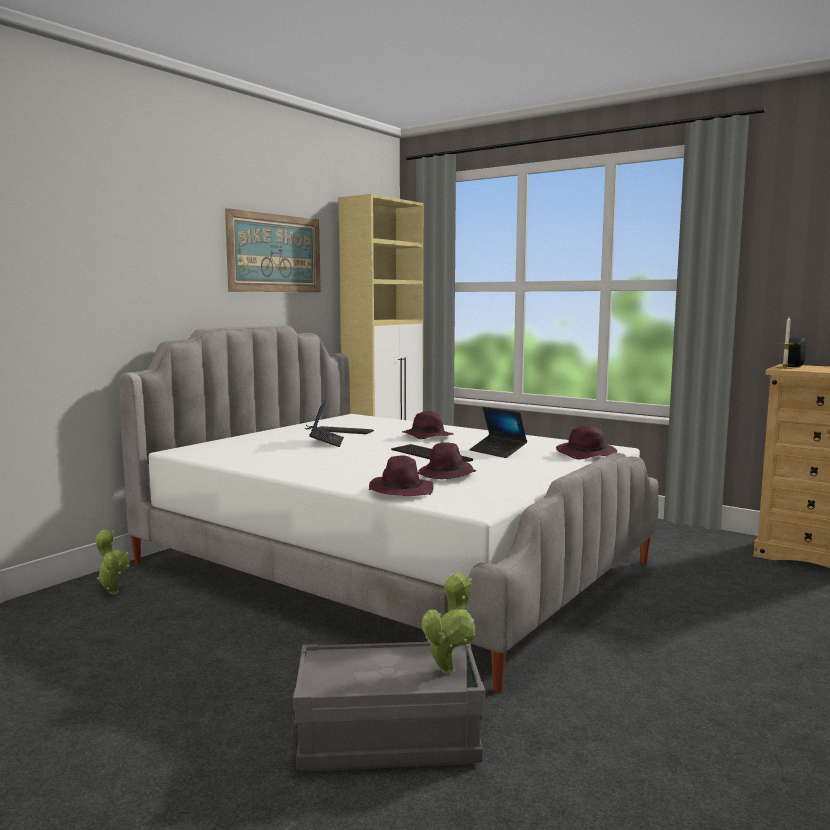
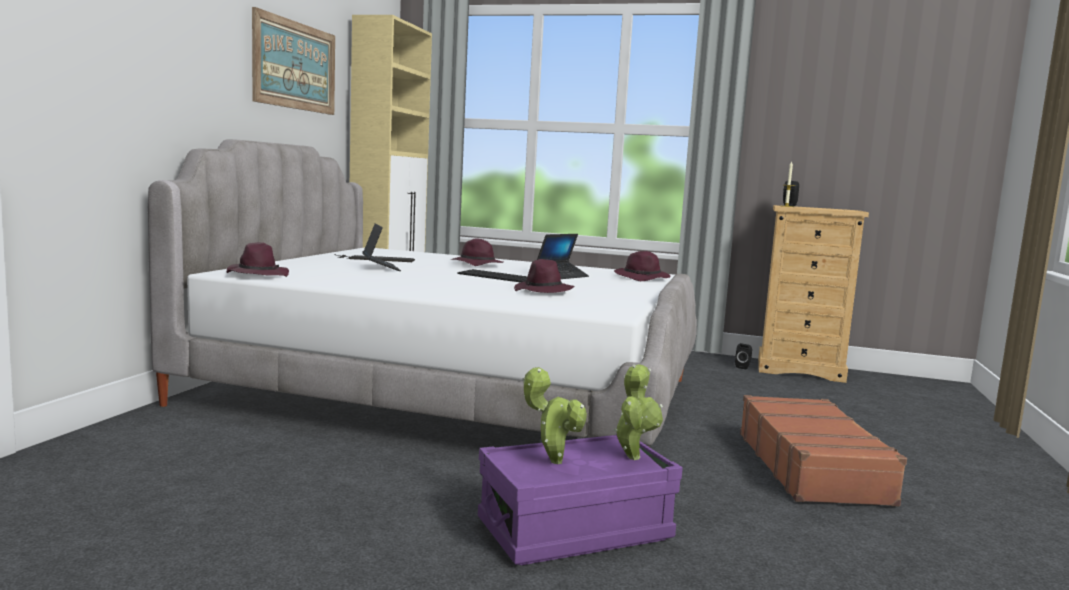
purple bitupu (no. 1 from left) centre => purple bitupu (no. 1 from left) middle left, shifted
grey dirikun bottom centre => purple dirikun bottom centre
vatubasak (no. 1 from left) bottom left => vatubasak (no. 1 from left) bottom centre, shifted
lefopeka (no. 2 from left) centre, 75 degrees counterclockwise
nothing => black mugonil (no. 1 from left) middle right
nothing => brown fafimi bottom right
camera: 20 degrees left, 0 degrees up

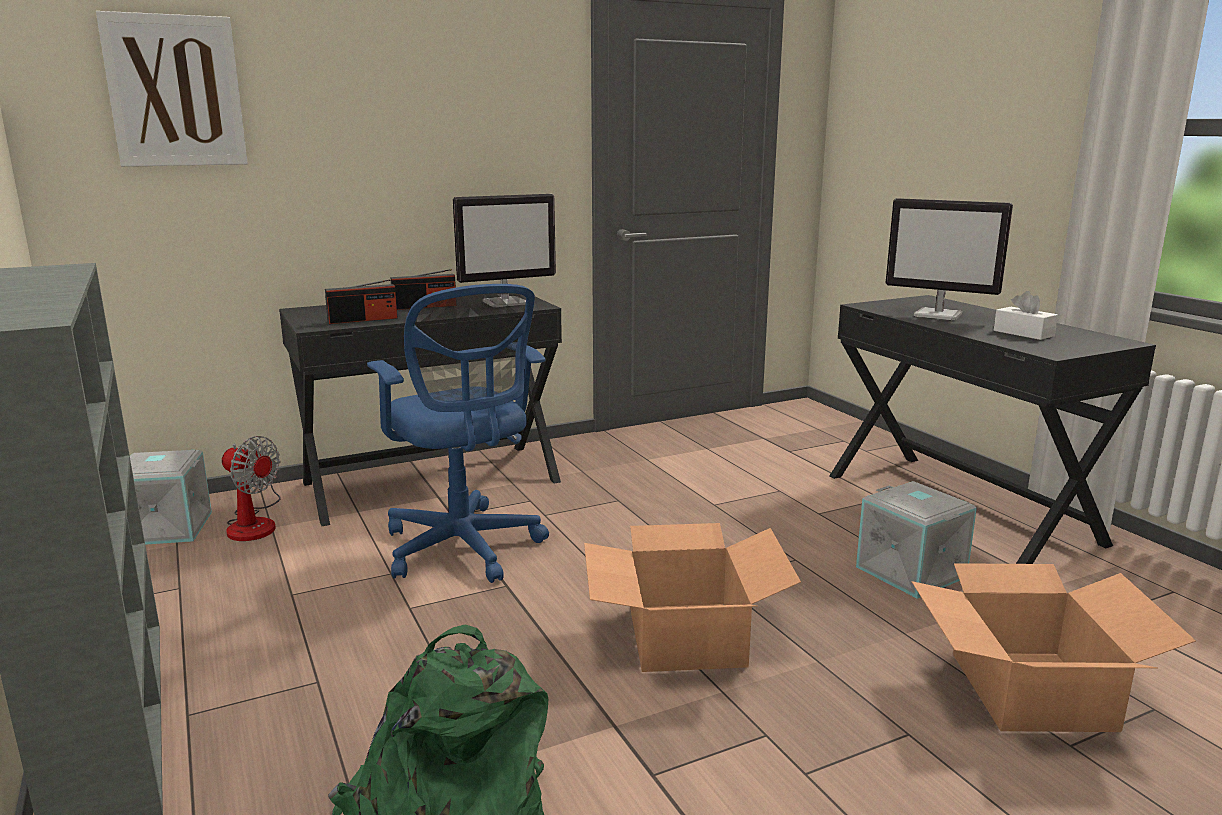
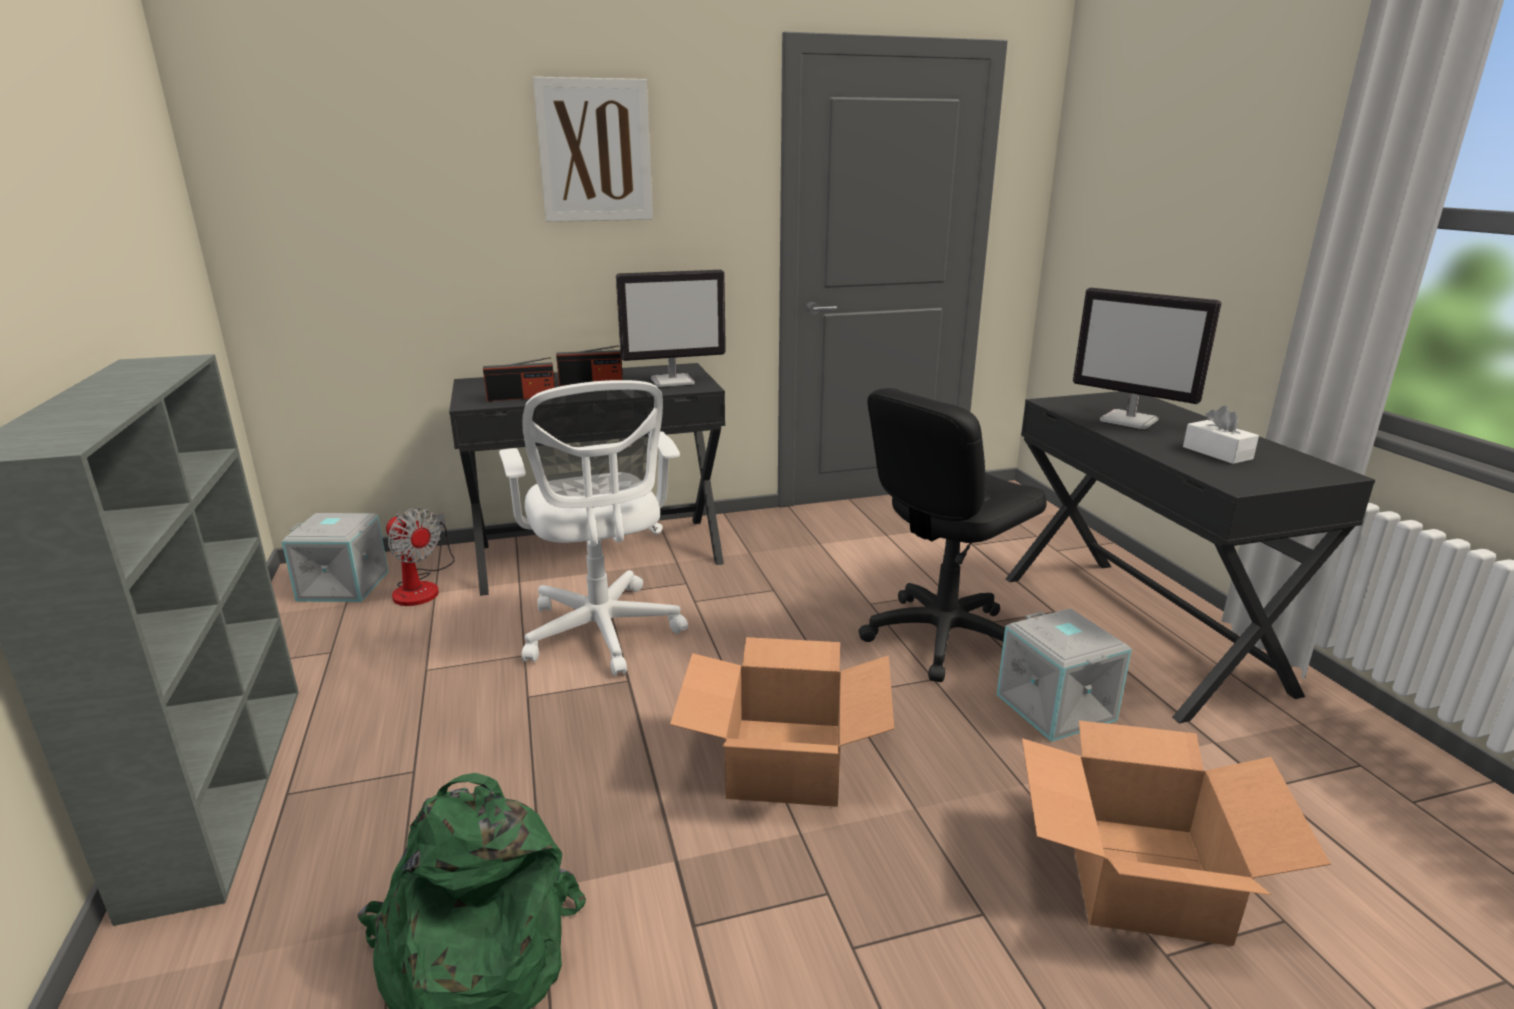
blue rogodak centre => white rogodak centre
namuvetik top left => namuvetik top centre, shifted
nothing => black rogodak centre
camera: 10 degrees right, 5 degrees up

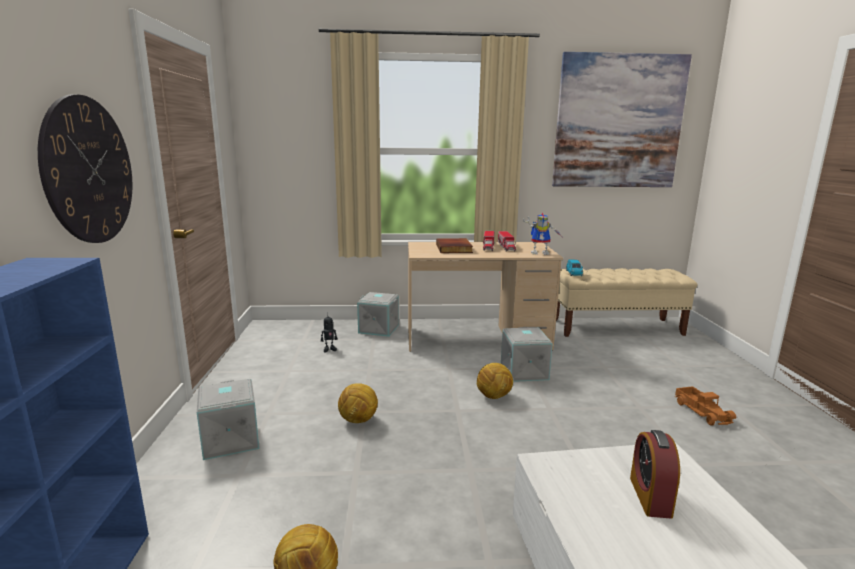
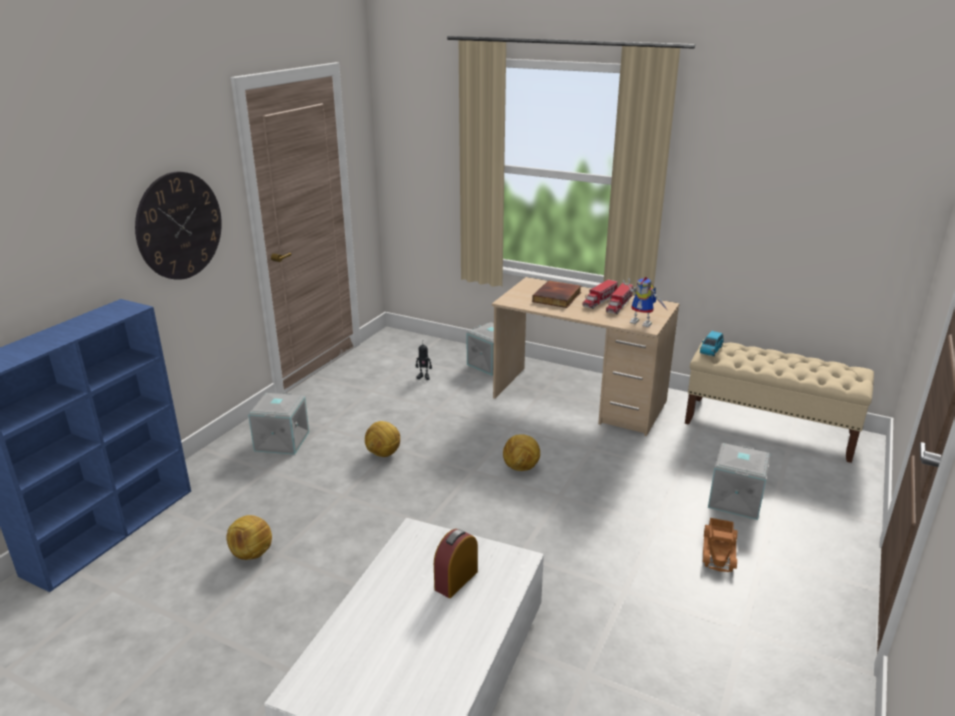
grey dirikun (no. 3 from left) centre => grey dirikun (no. 3 from left) bottom right, shifted
namuvetik top right => nothing
camera: 30 degrees right, 10 degrees up

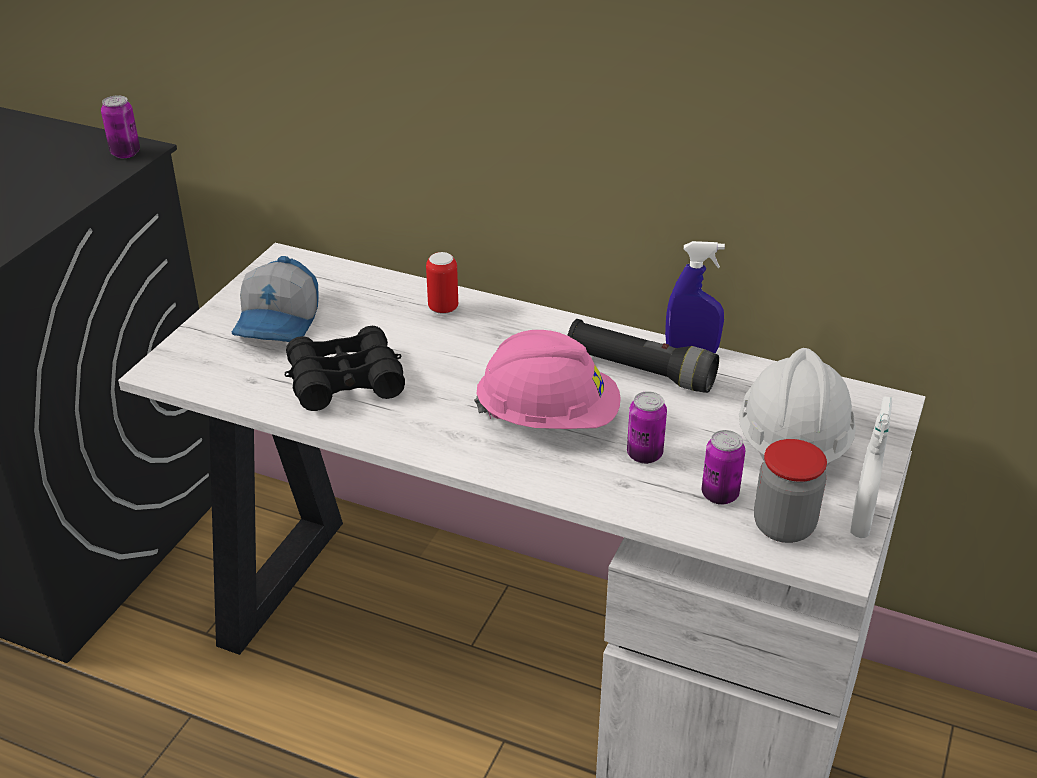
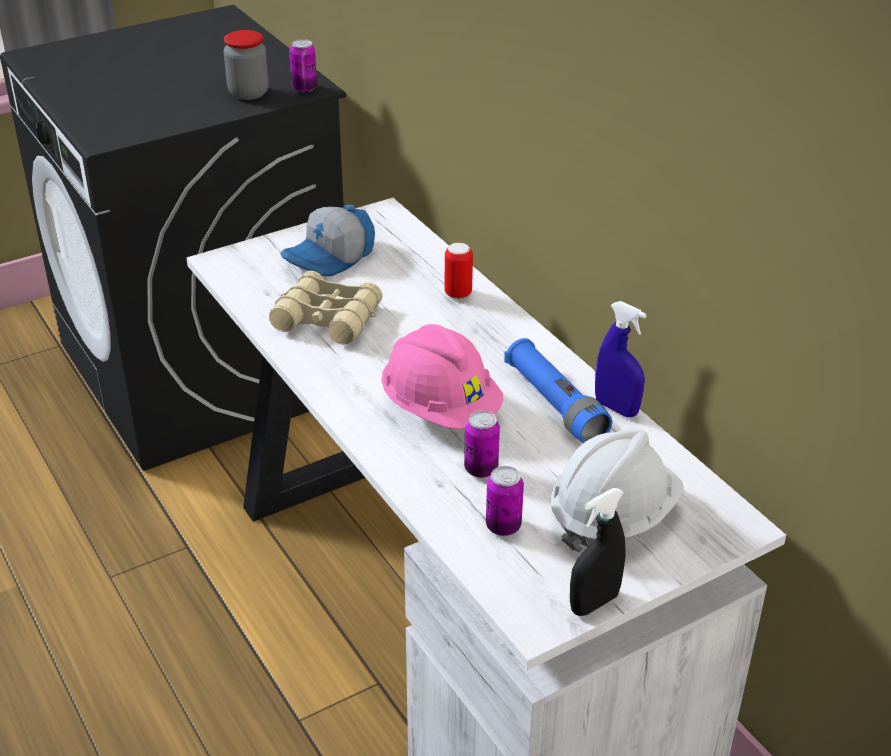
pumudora middle right => pumudora top left, shifted
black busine middle left => beige busine centre
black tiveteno centre => blue tiveteno centre
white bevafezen middle right => black bevafezen bottom right
camera: 35 degrees right, 0 degrees up

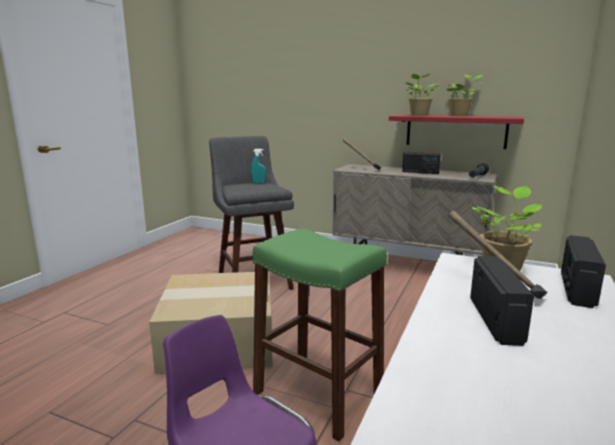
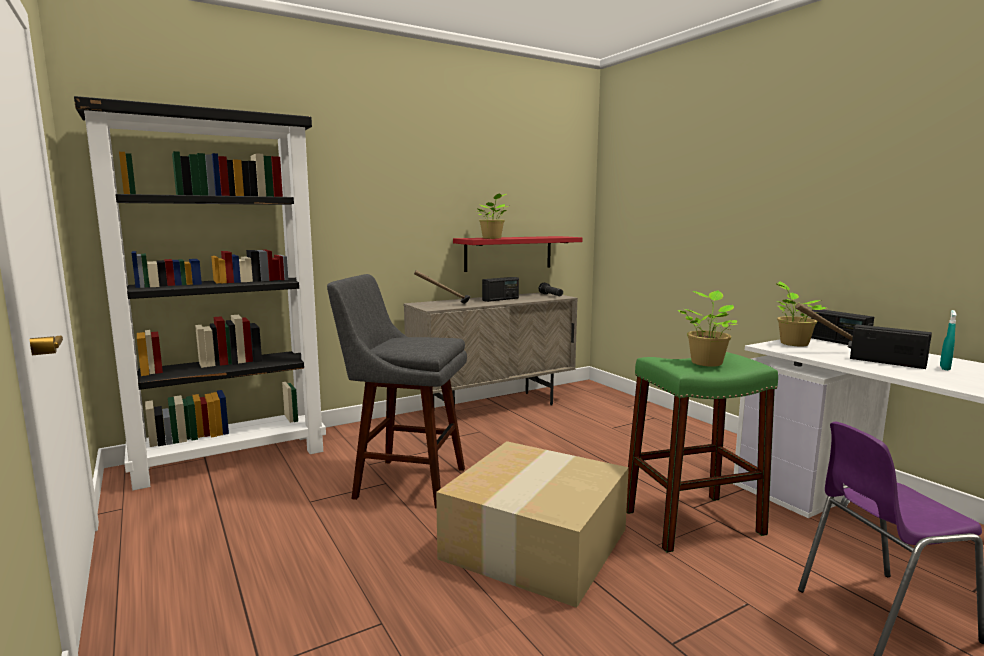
nothing => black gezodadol middle left
vatubasak (no. 2 from left) top right => vatubasak (no. 2 from left) middle right, shifted
turquoise bevafezen centre => turquoise bevafezen middle right, shifted
camera: 55 degrees left, 5 degrees down

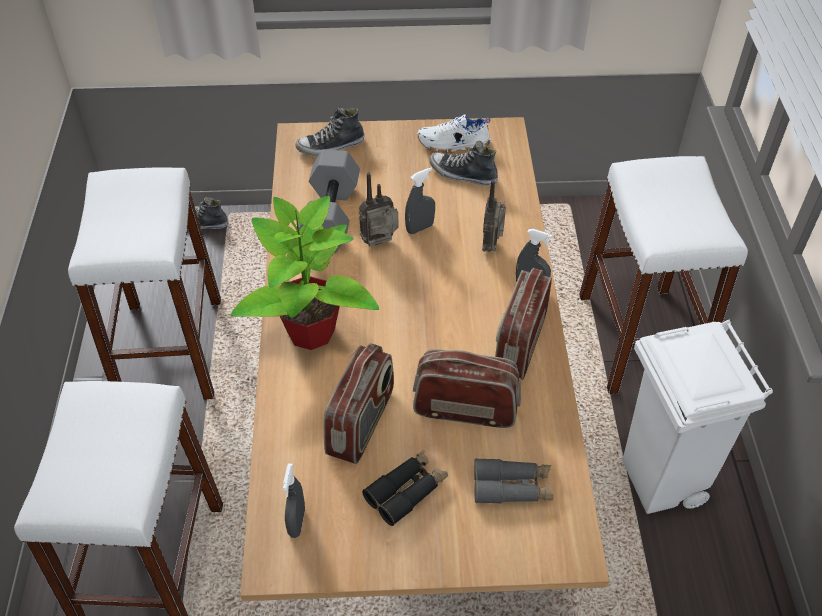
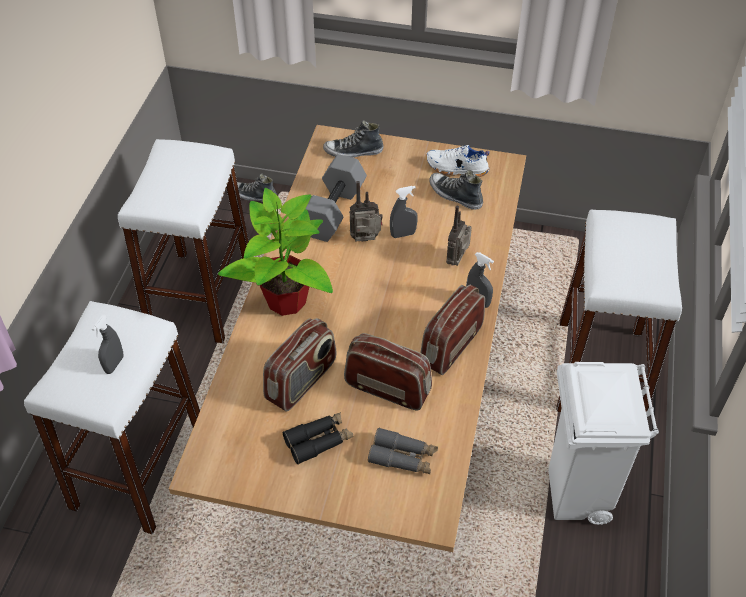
grey bevafezen (no. 1 from left) bottom centre => grey bevafezen (no. 1 from left) middle left, shifted
camera: 15 degrees right, 0 degrees up

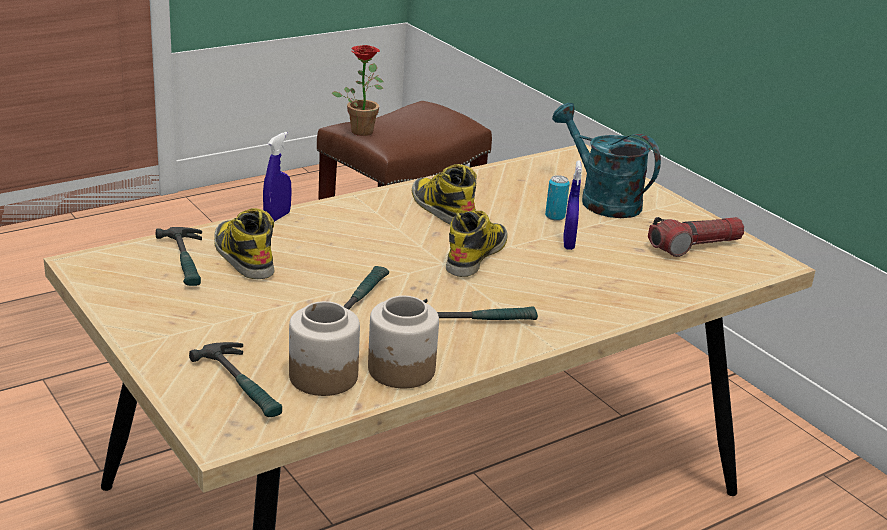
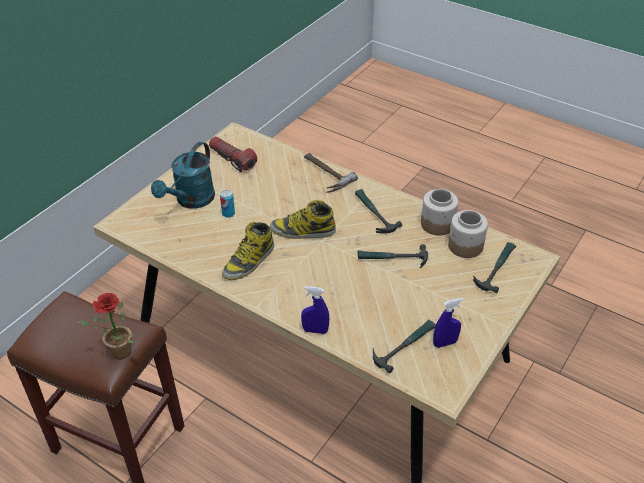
nothing => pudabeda (no. 1 from left) centre
blue bevafezen (no. 2 from left) centre => blue bevafezen (no. 2 from left) bottom right, shifted
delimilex (no. 1 from left) middle left => nothing
camera: 110 degrees left, 15 degrees up

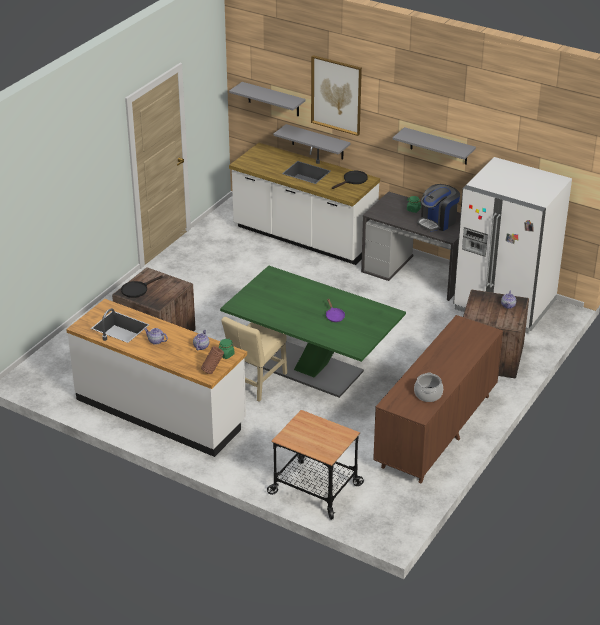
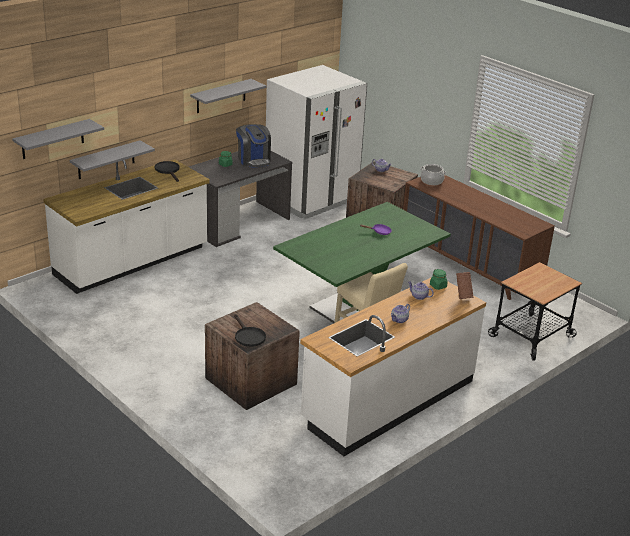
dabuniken middle right => dabuniken top right, shifted
namuvetik top centre => nothing
camera: 75 degrees left, 5 degrees down

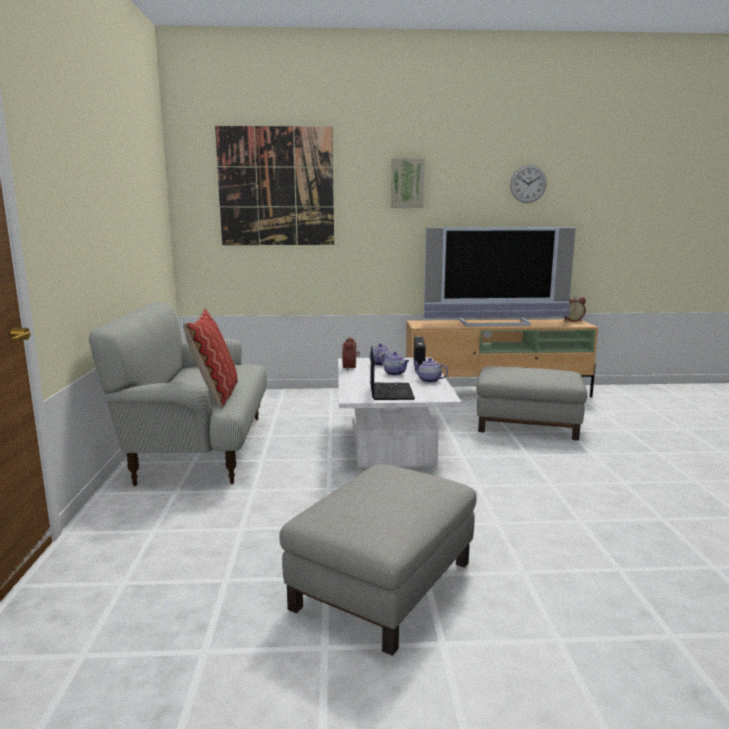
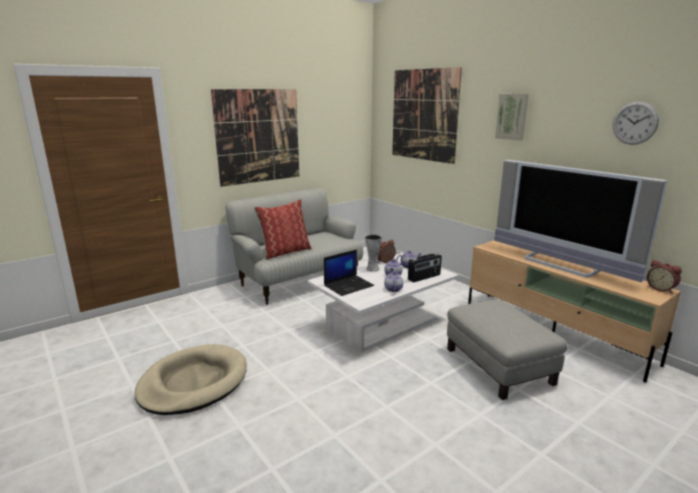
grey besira (no. 1 from left) bottom centre => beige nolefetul bottom left
nothing => namuvetik (no. 1 from left) top centre
nothing => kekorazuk centre
camera: 55 degrees right, 5 degrees up

